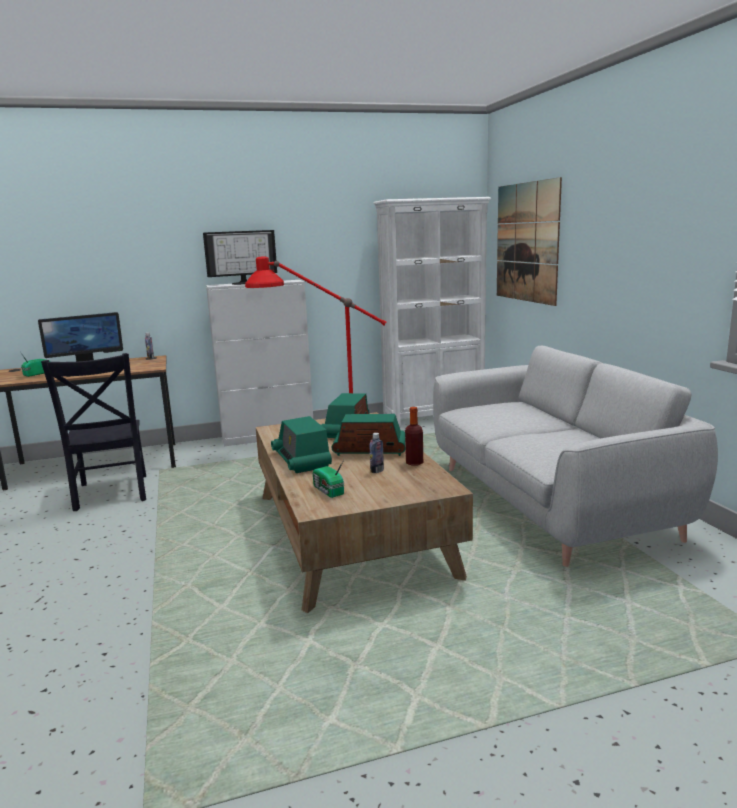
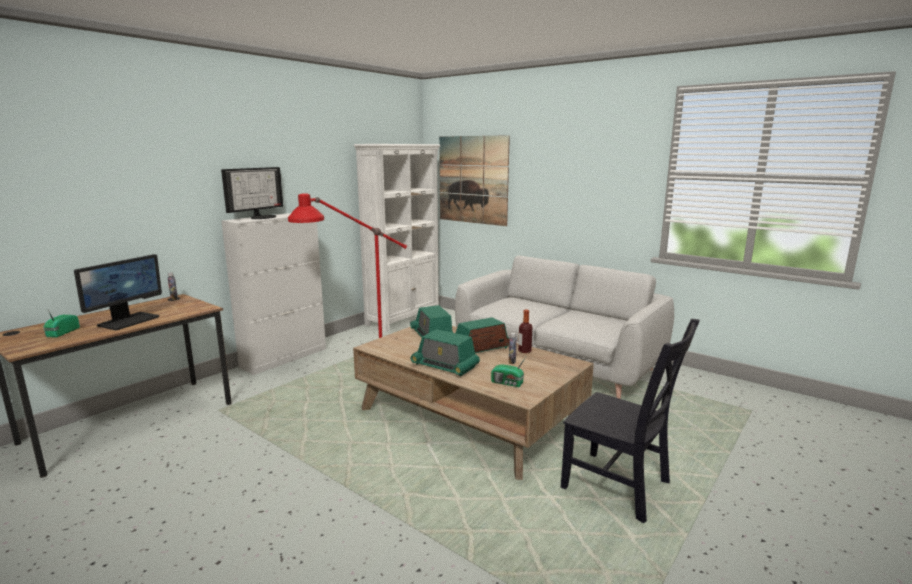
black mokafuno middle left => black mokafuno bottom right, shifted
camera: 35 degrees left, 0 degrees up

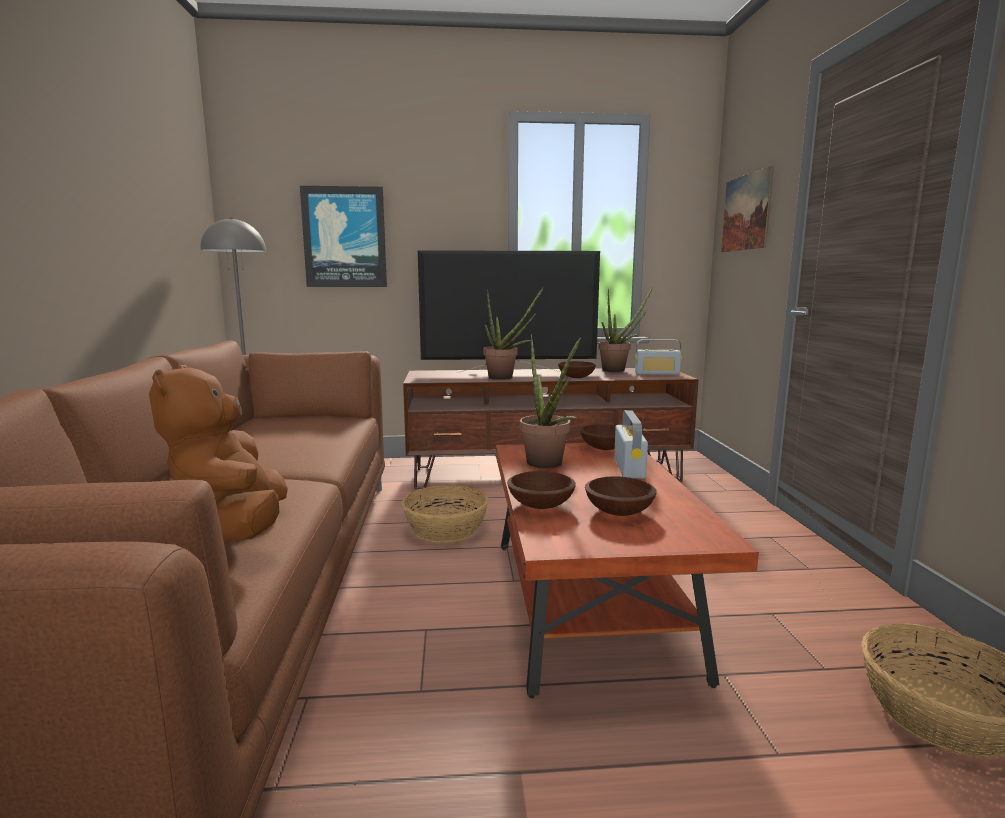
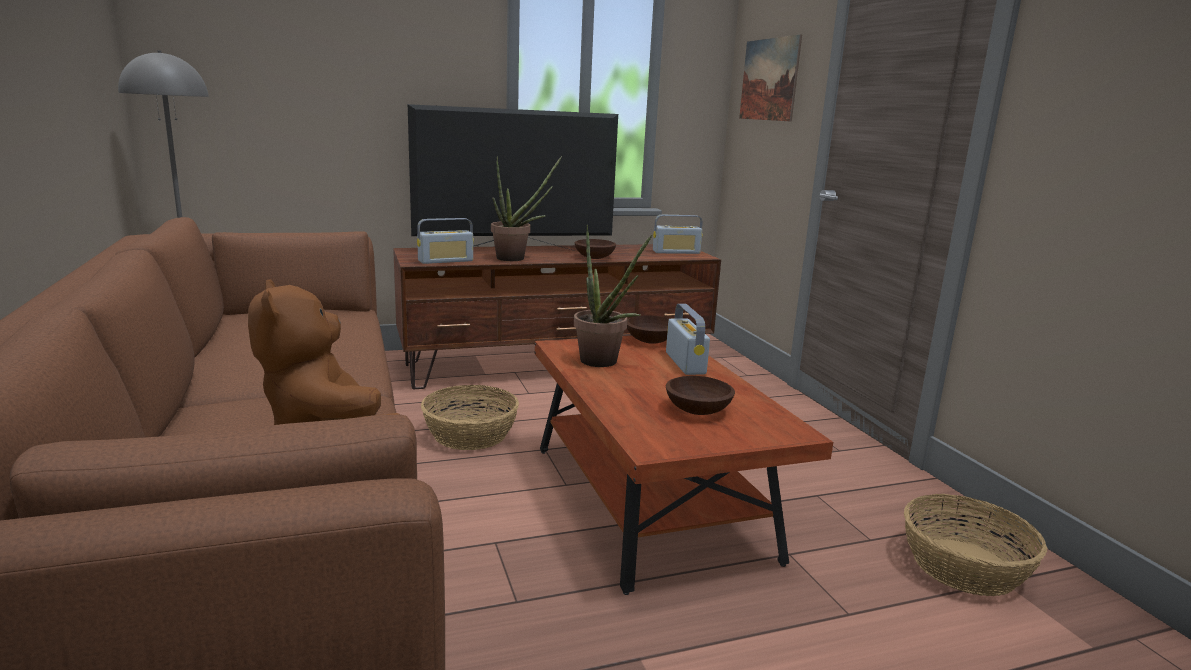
nothing => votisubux (no. 1 from left) centre
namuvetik (no. 1 from left) top centre => nothing
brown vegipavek (no. 1 from left) centre => nothing
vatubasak (no. 3 from left) centre => nothing
camera: 15 degrees left, 5 degrees up

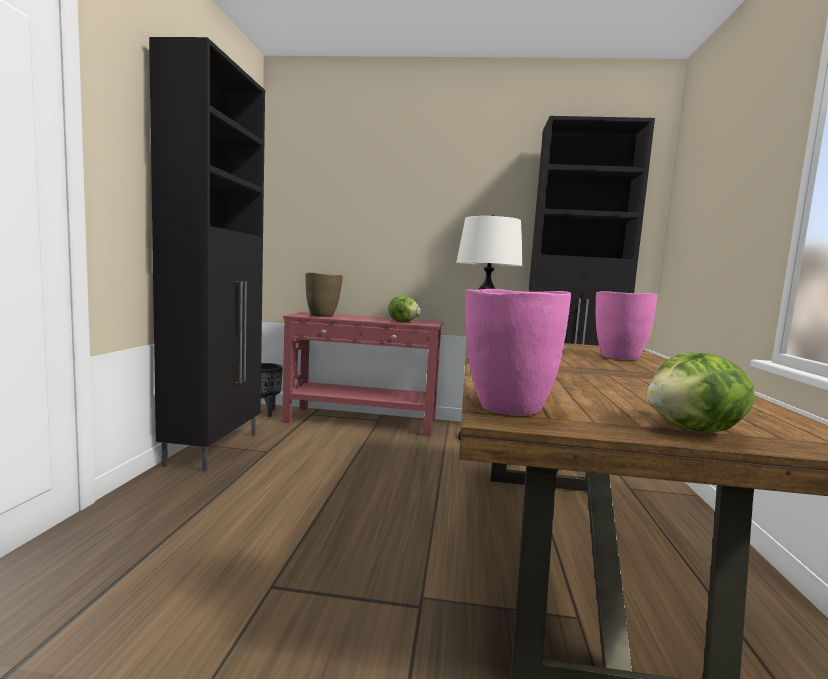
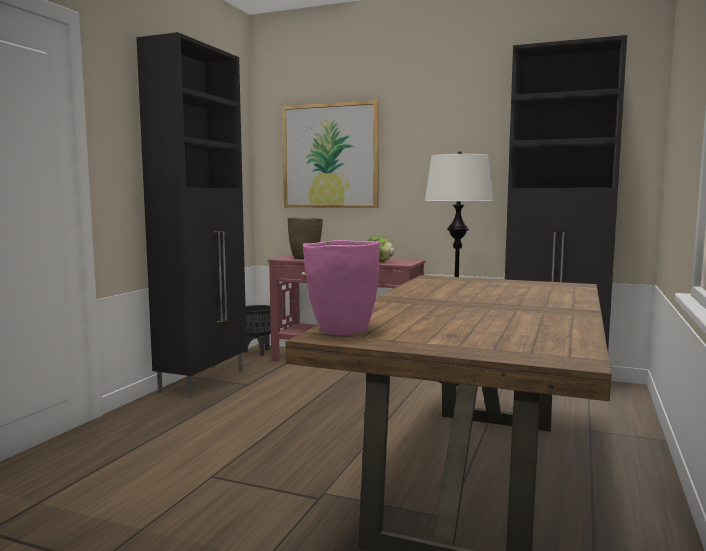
nothing => namuvetik top centre
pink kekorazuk (no. 2 from left) middle right => nothing
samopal (no. 2 from left) middle right => nothing
camera: 15 degrees right, 0 degrees up

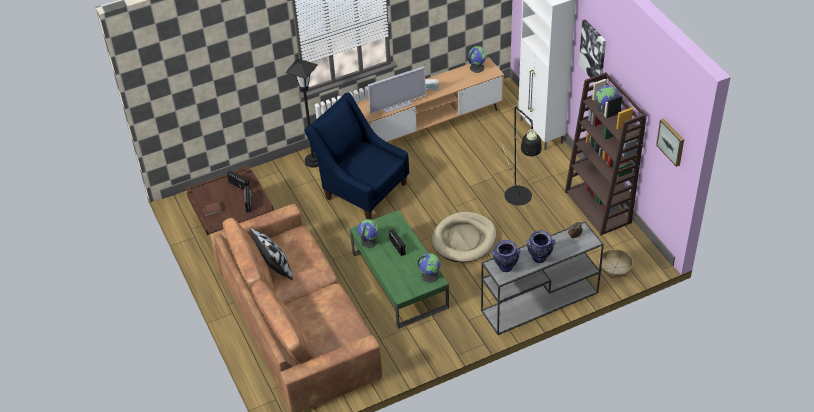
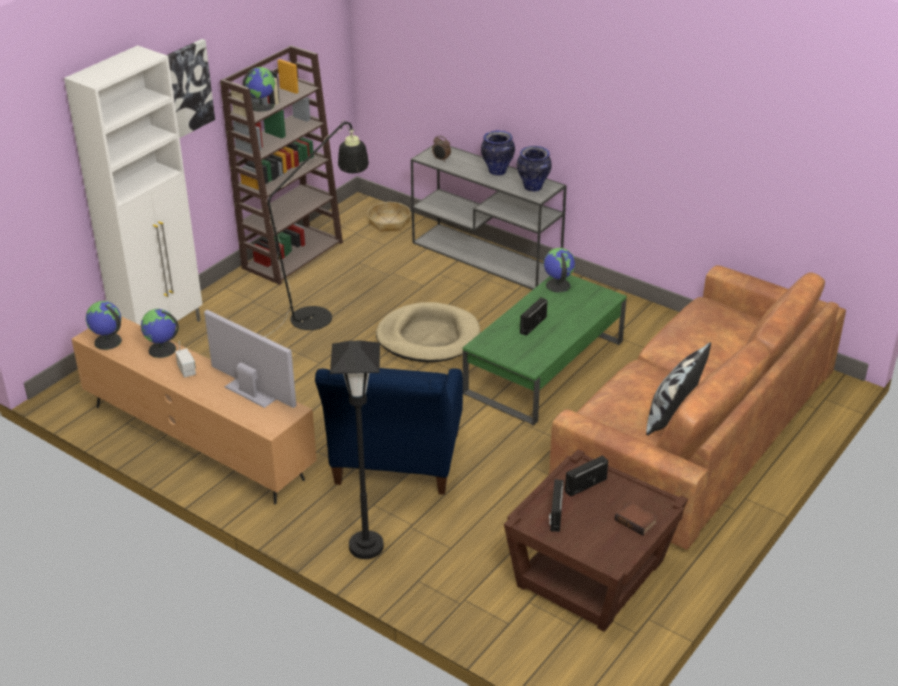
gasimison (no. 1 from left in the first image) centre => gasimison (no. 2 from left) middle left, shifted
namuvetik (no. 2 from left) middle right => nothing
camera: 120 degrees left, 10 degrees down

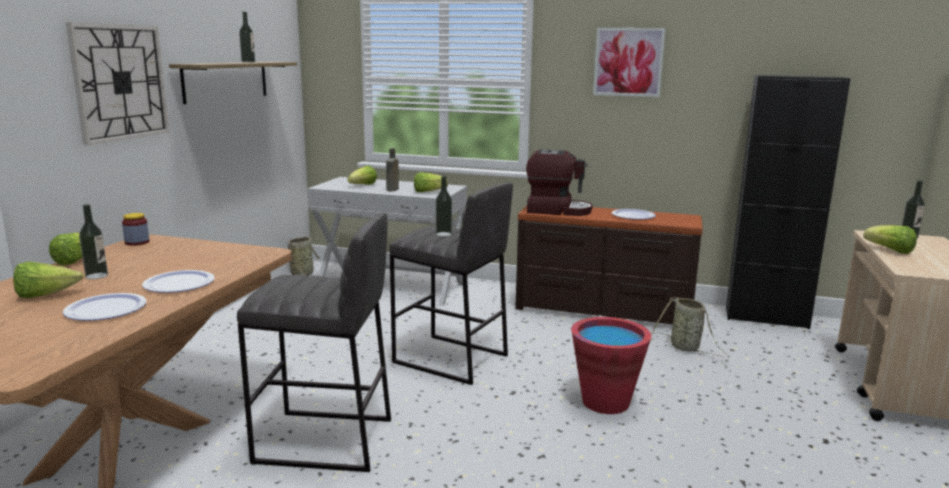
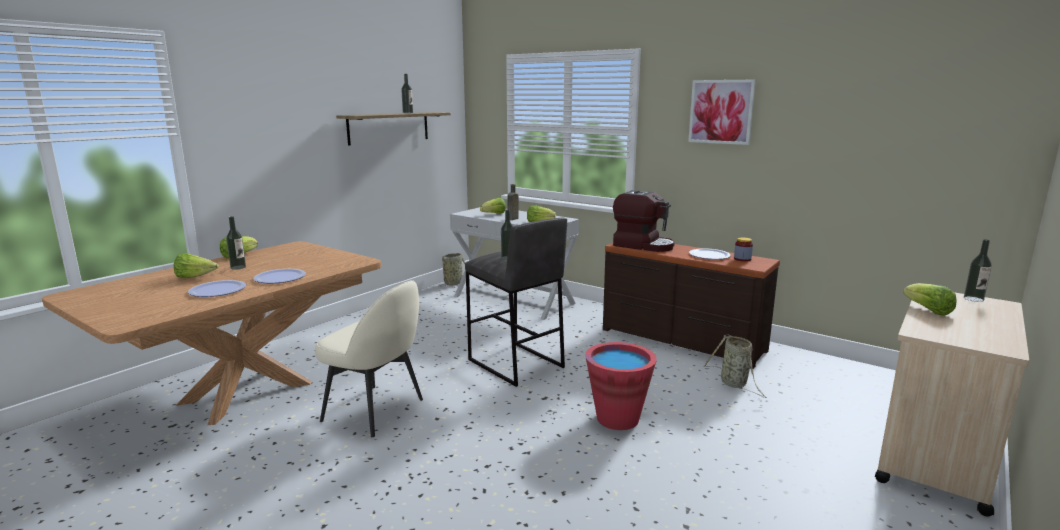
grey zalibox (no. 1 from left) bottom left => beige mokafuno bottom centre
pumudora middle left => pumudora middle right, shifted
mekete top left => nothing
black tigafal middle right => nothing
camera: 20 degrees right, 0 degrees up

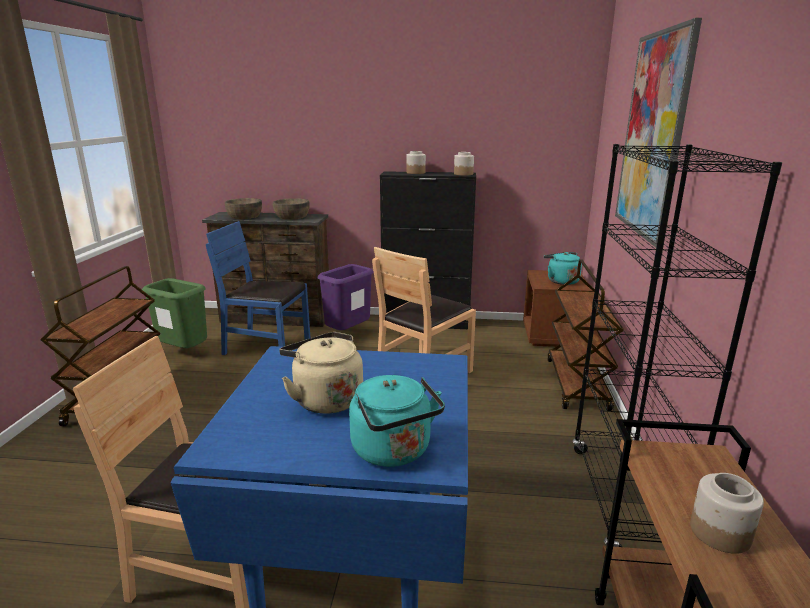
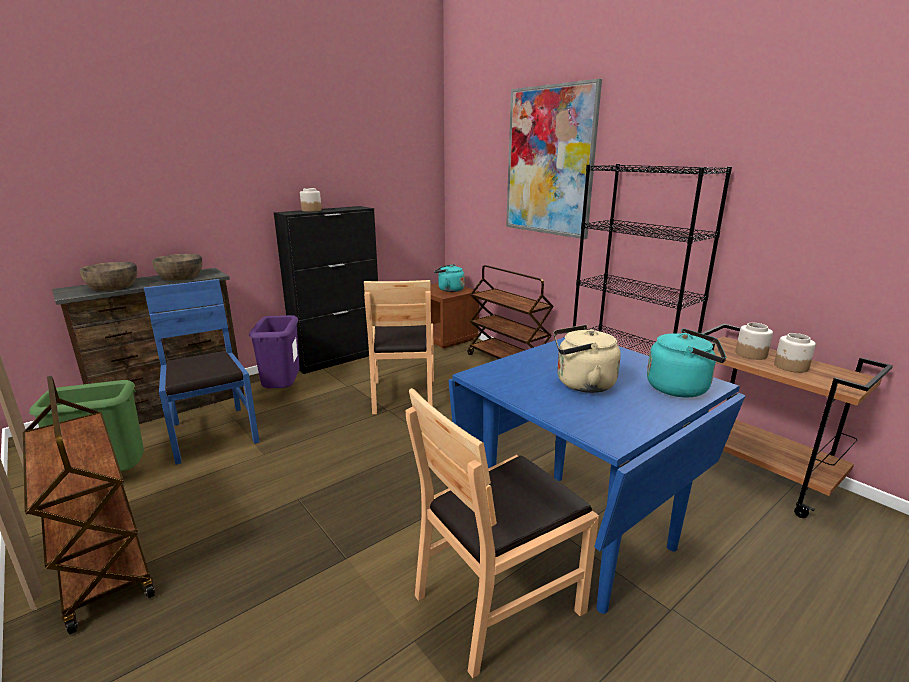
blue mokafuno middle left, 90 degrees clockwise
pumudora (no. 2 from left) top centre => pumudora (no. 2 from left) middle right, shifted
camera: 45 degrees left, 0 degrees up

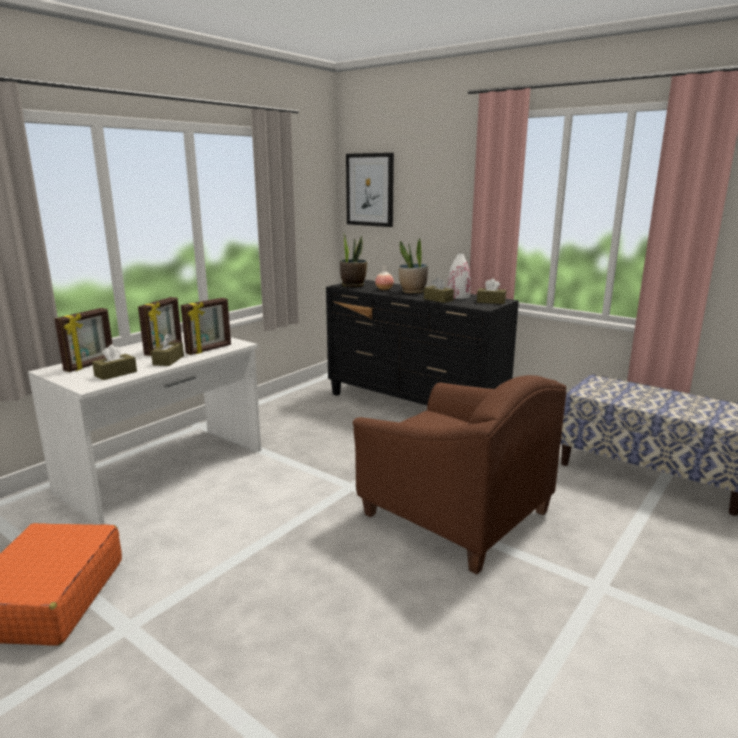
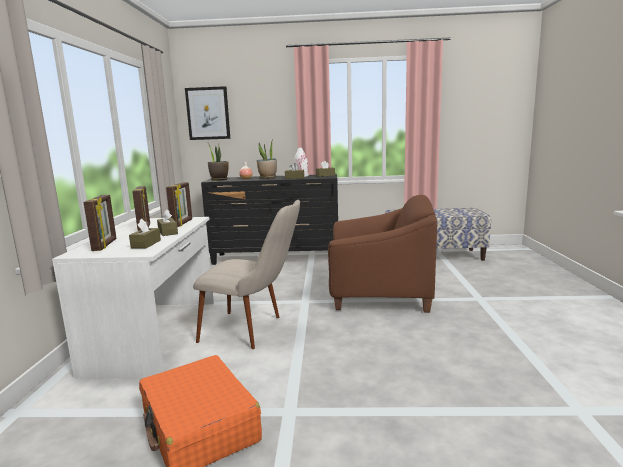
nothing => beige mokafuno centre
camera: 35 degrees left, 5 degrees down

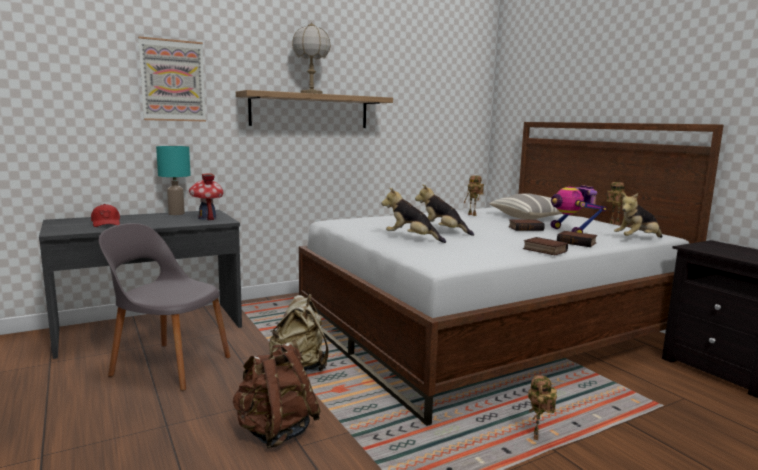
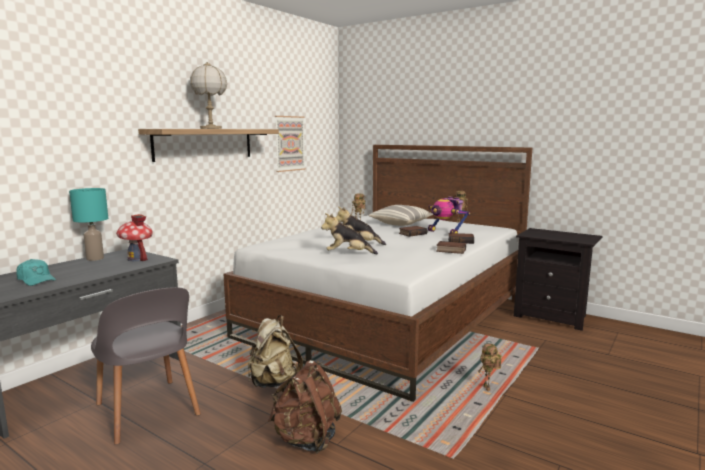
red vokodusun middle left => turquoise vokodusun middle left
grey mokafuno middle left => grey mokafuno bottom left, 120 degrees counterclockwise
namuvetik top left => namuvetik top centre, shifted
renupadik (no. 3 from left) middle right => nothing
camera: 25 degrees left, 0 degrees up

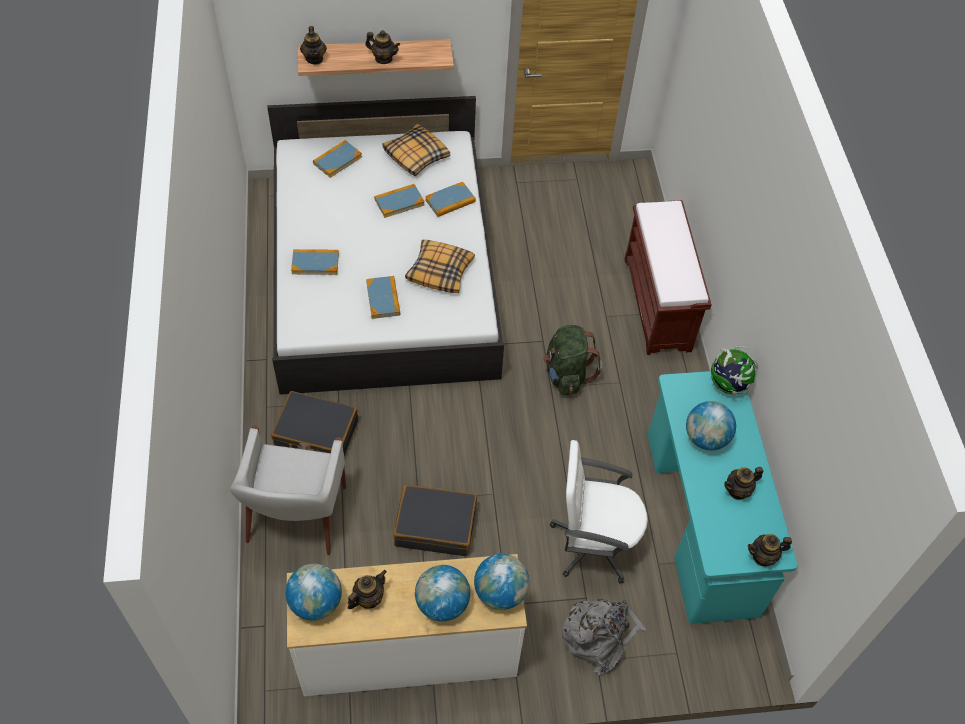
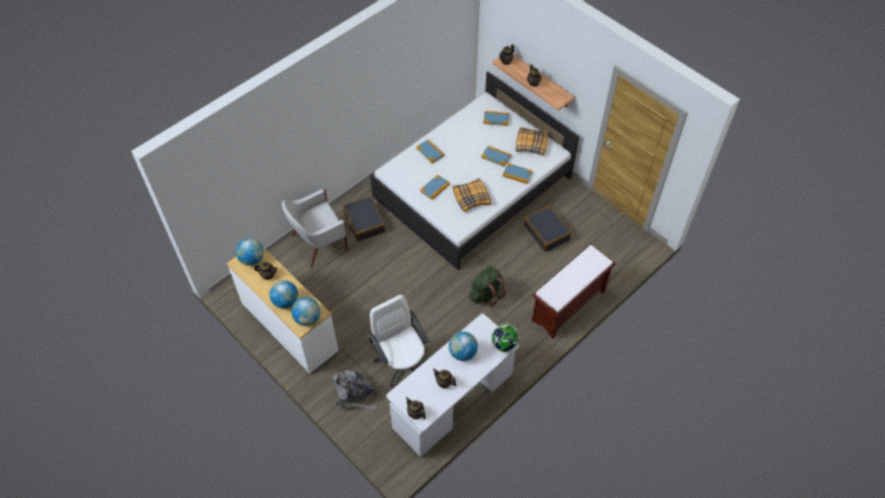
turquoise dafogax bottom right => white dafogax bottom centre
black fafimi (no. 2 from left) bottom centre => black fafimi (no. 2 from left) centre, shifted
camera: 55 degrees right, 0 degrees up

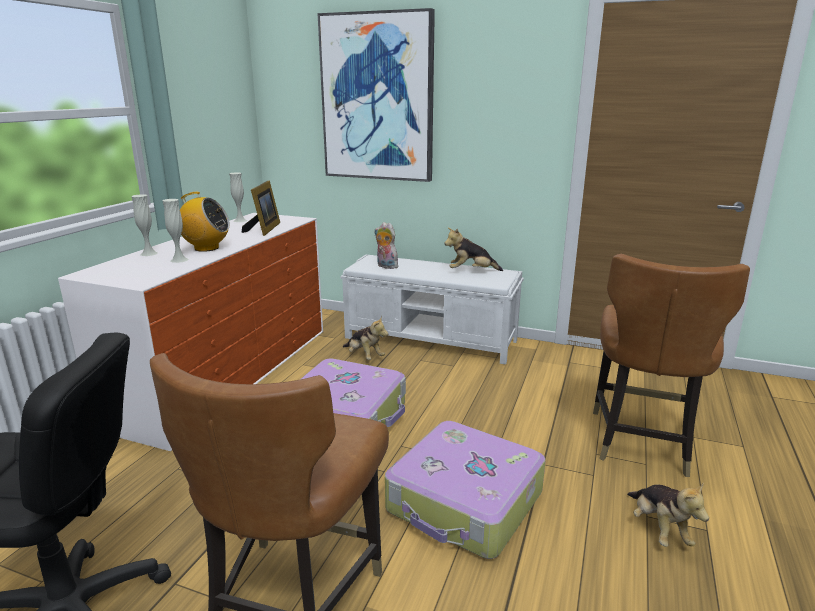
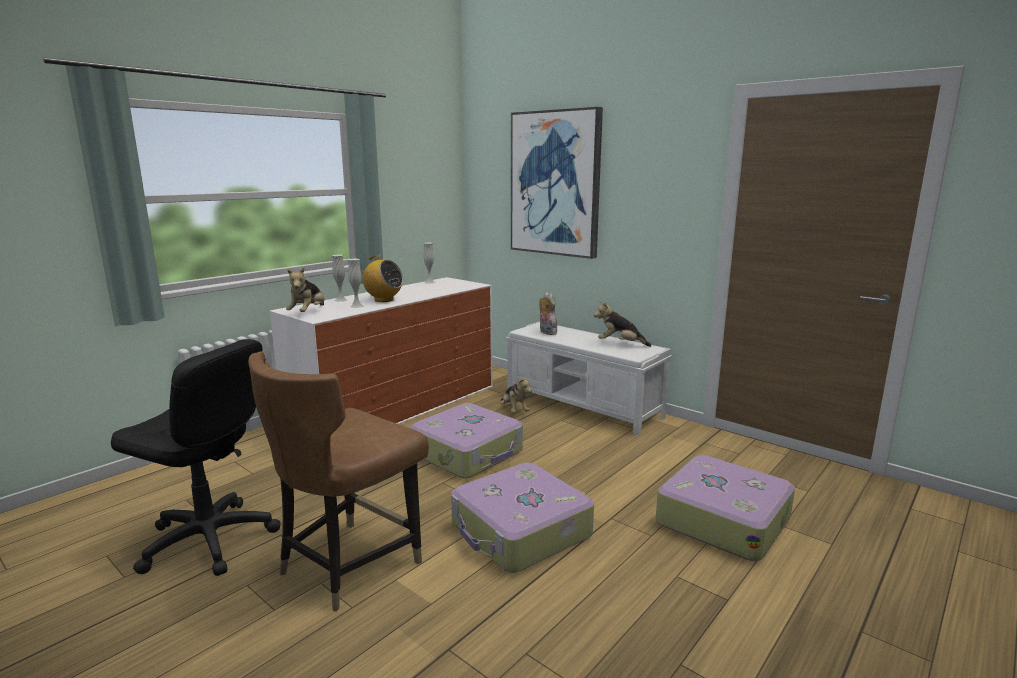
renupadik (no. 4 from left in the first image) bottom right => renupadik (no. 1 from left) middle left, shifted
brown mokafuno (no. 2 from left) middle right => fafimi (no. 3 from left) bottom right
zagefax middle left => nothing
camera: 20 degrees right, 5 degrees down

